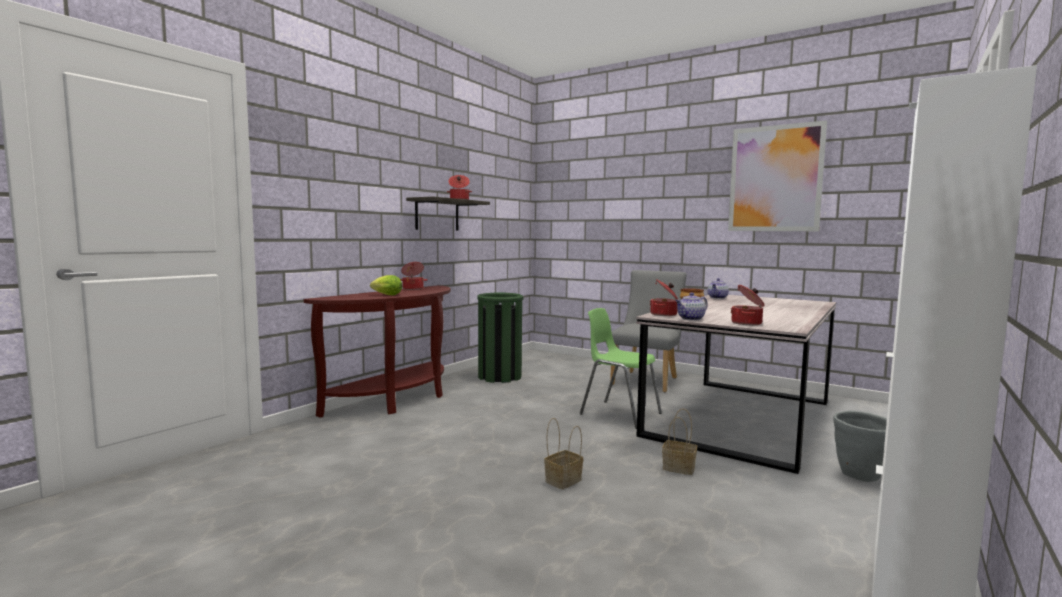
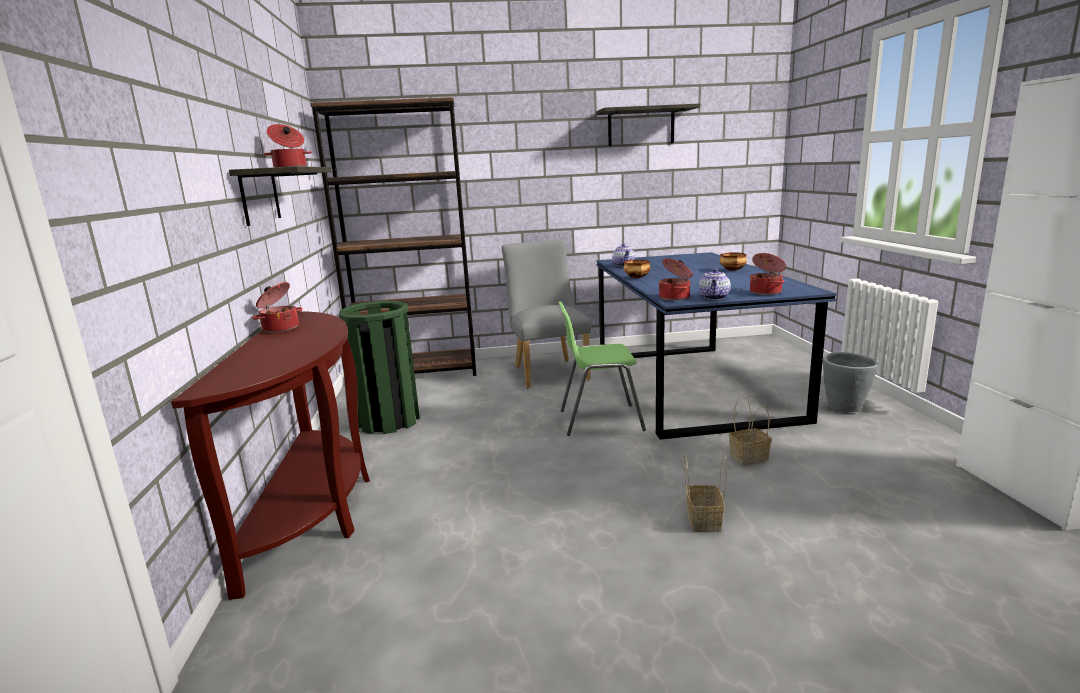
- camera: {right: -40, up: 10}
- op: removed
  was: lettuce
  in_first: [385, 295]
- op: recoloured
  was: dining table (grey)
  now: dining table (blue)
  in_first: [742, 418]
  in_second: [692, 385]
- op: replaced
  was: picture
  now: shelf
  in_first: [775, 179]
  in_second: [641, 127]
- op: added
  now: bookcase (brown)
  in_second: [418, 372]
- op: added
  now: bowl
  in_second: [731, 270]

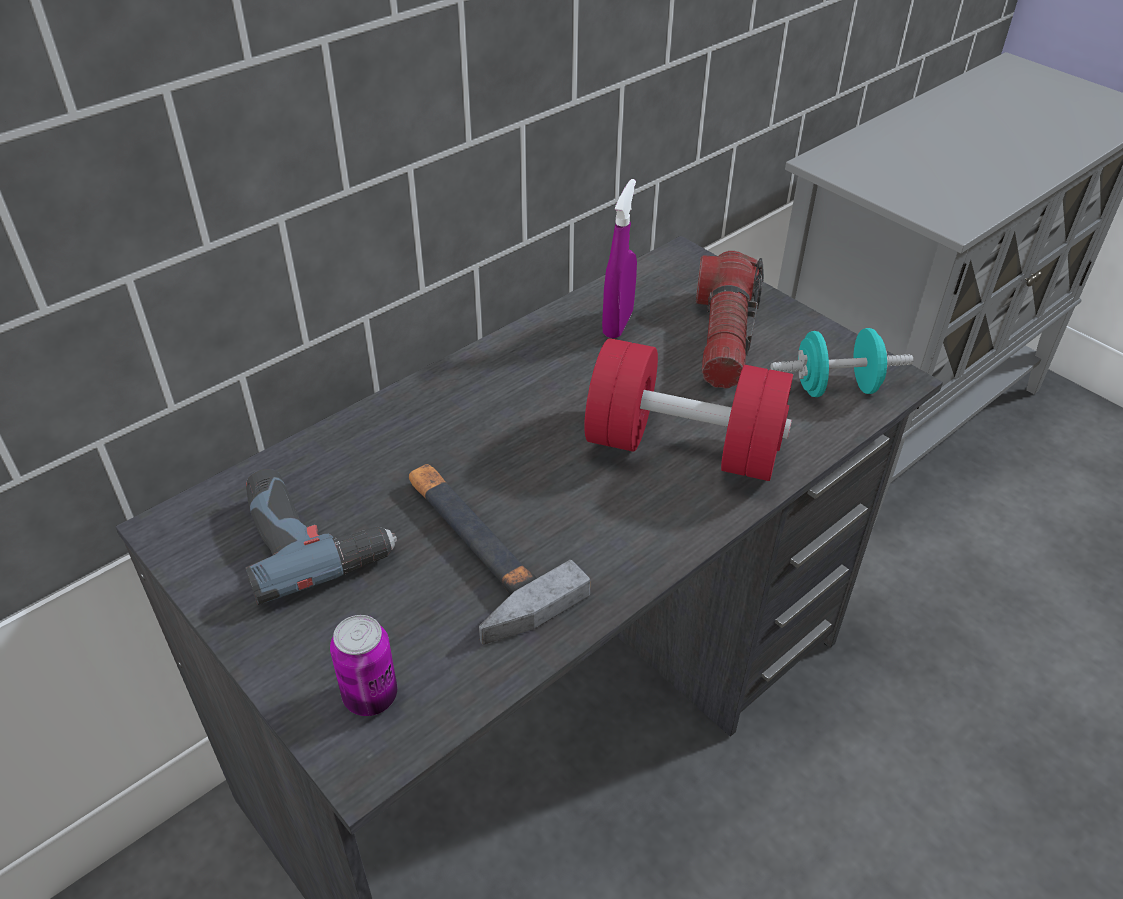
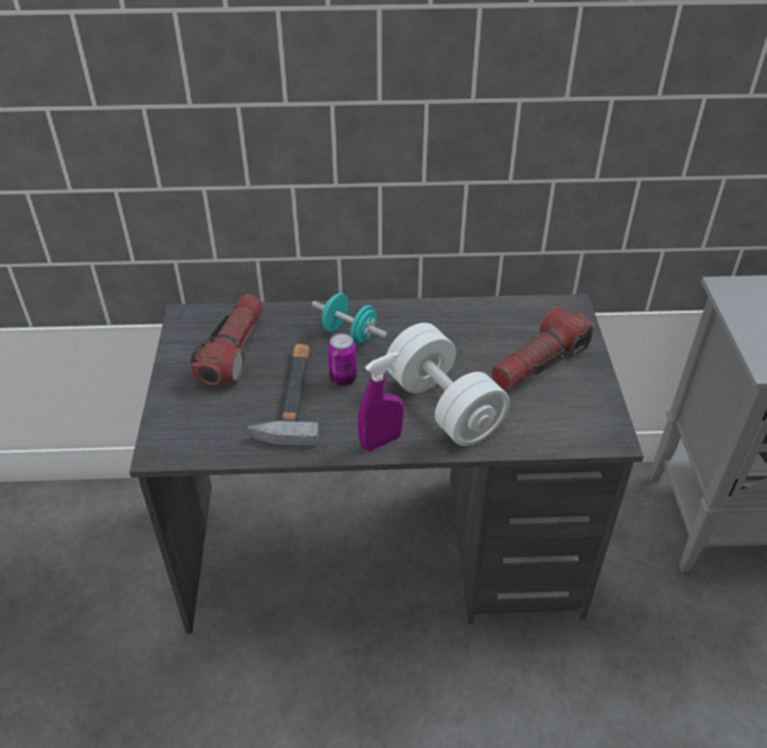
- camera: {right: 40, up: 0}
- op: replaced
  was: power drill
  now: flashlight
  in_first: [312, 536]
  in_second: [233, 351]
- op: moved
  was: can
  in_first: [370, 696]
  in_second: [343, 379]
- op: recoloured
  was: dumbbell (red)
  now: dumbbell (white)
  in_first: [683, 447]
  in_second: [443, 406]
- op: moved
  was: spray bottle (purple)
  in_first: [617, 324]
  in_second: [381, 441]
- op: moved
  was: dumbbell (turquoise)
  in_first: [835, 388]
  in_second: [349, 334]

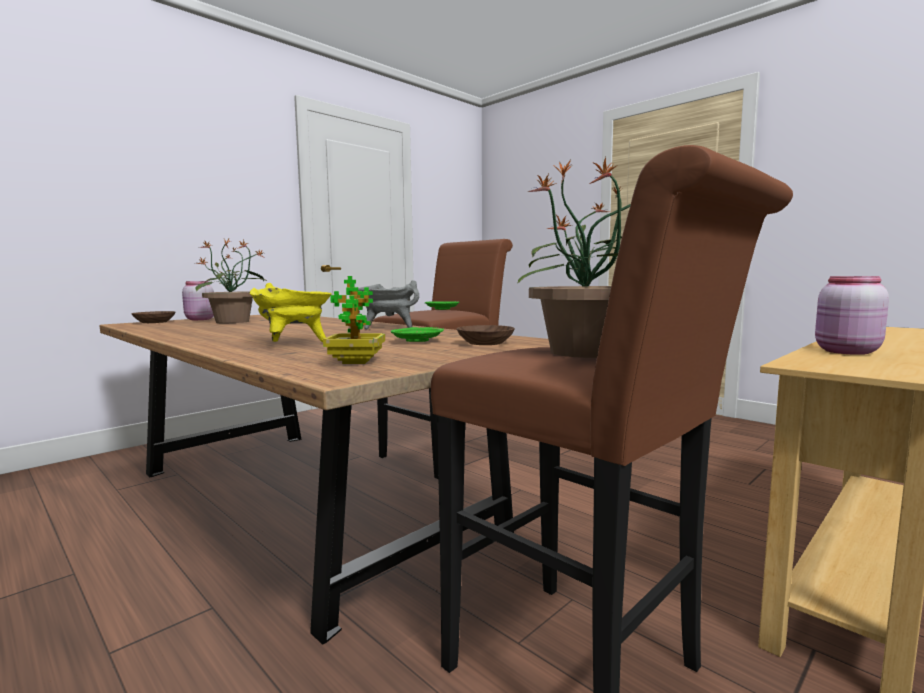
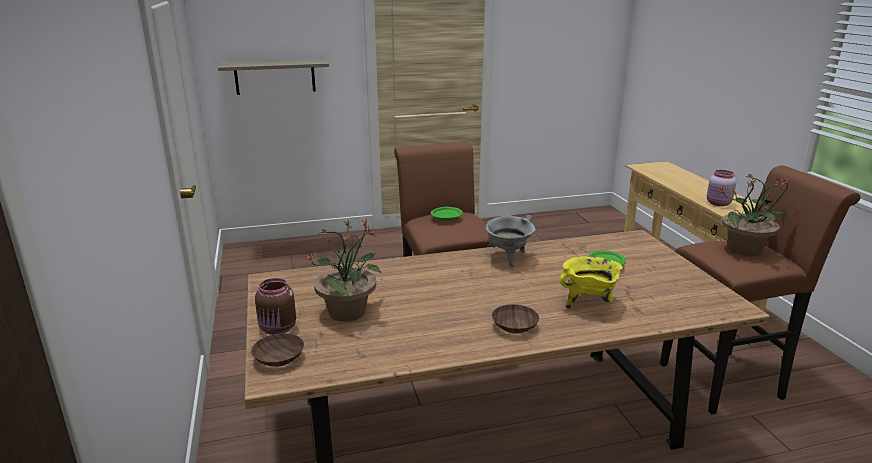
- camera: {right: -60, up: 15}
- op: recoloured
  was: jar (pink)
  now: jar (brown)
  in_first: [199, 319]
  in_second: [278, 329]
- op: removed
  was: potted plant
  in_first: [356, 362]
- op: moved
  was: bowl (brown)
  in_first: [484, 343]
  in_second: [515, 327]
- op: added
  now: shelf
  in_second: [275, 76]

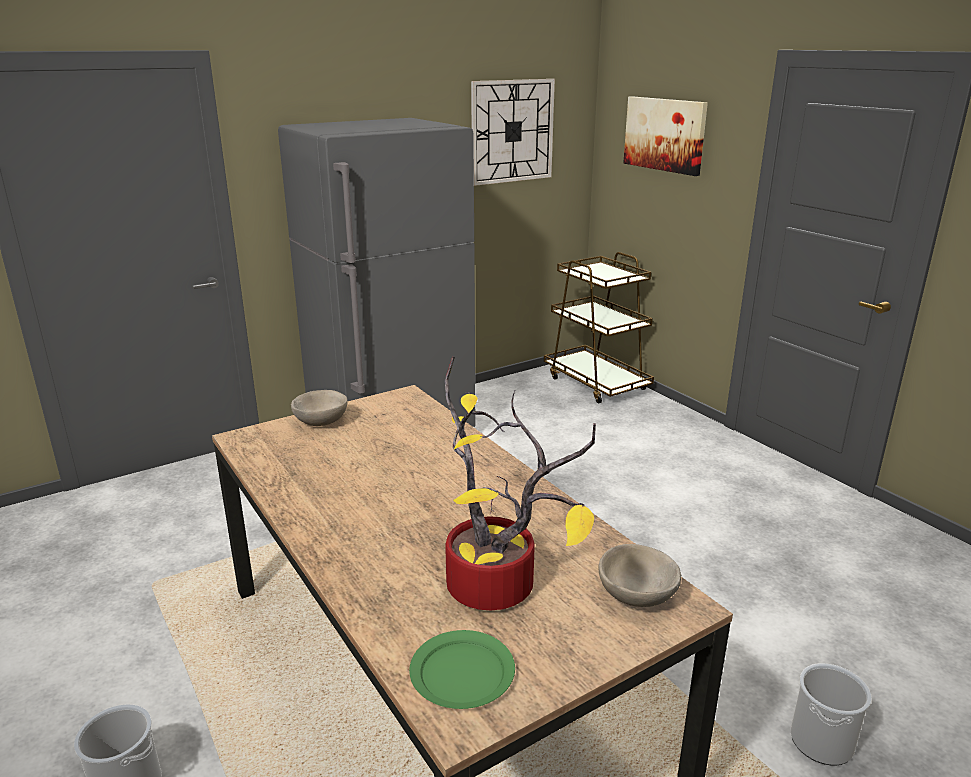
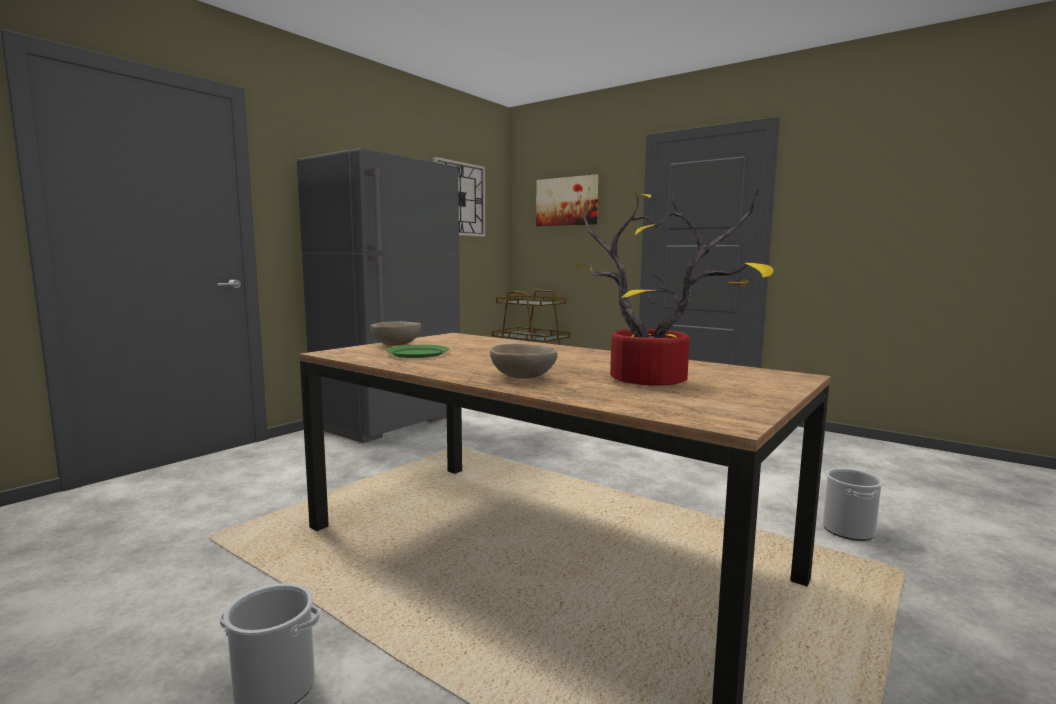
- camera: {right: -20, up: -15}
- op: moved
  was: plate (green)
  in_first: [461, 673]
  in_second: [417, 354]
- op: moved
  was: bowl (beige)
  in_first: [636, 596]
  in_second: [522, 377]

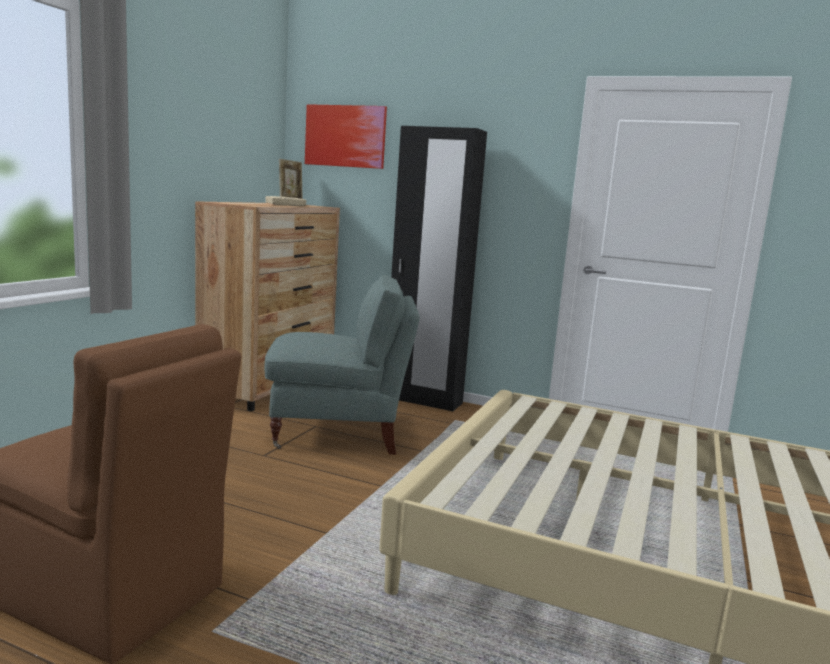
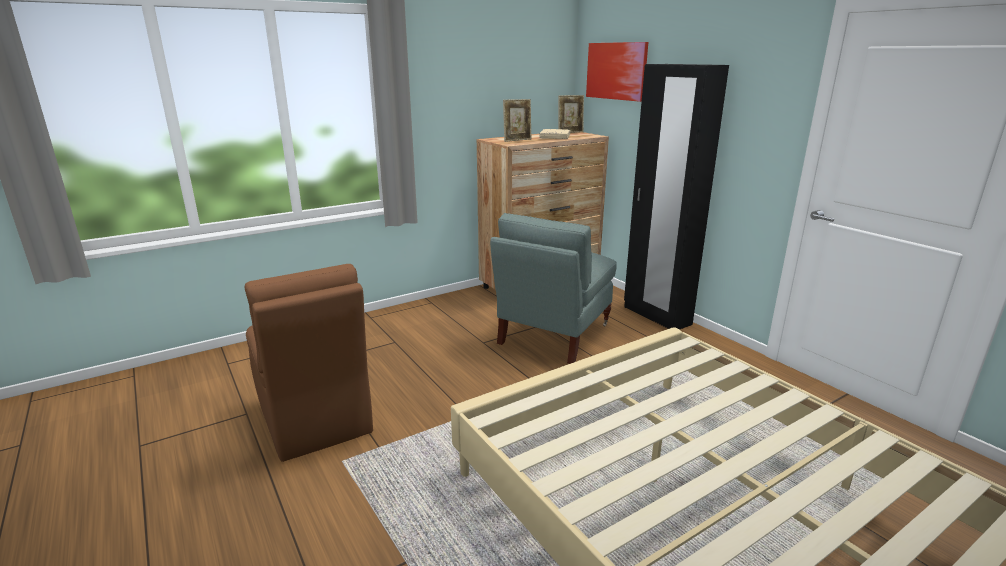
- camera: {right: 35, up: 10}
- op: turned
  was: armchair (grey)
  in_first: [338, 433]
  in_second: [554, 334]
  clockwise: 90
- op: added
  now: picture frame
  in_second: [517, 140]

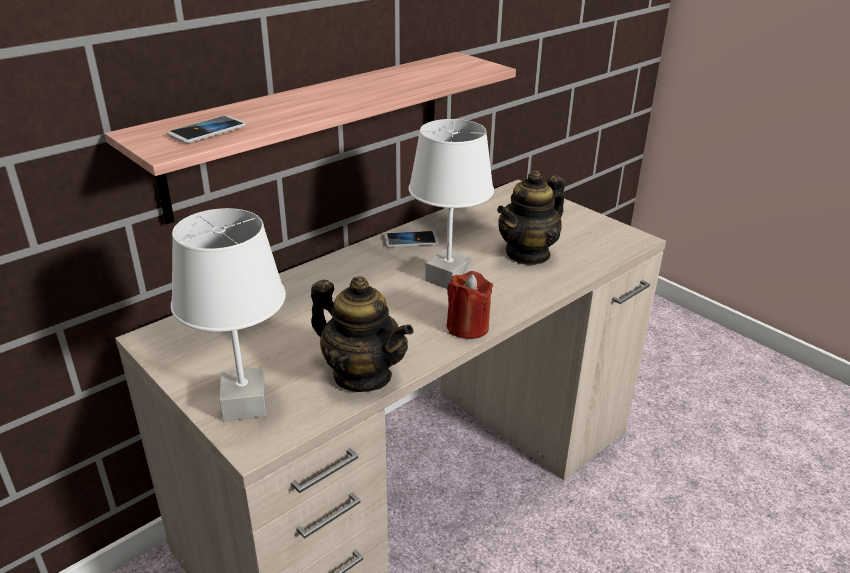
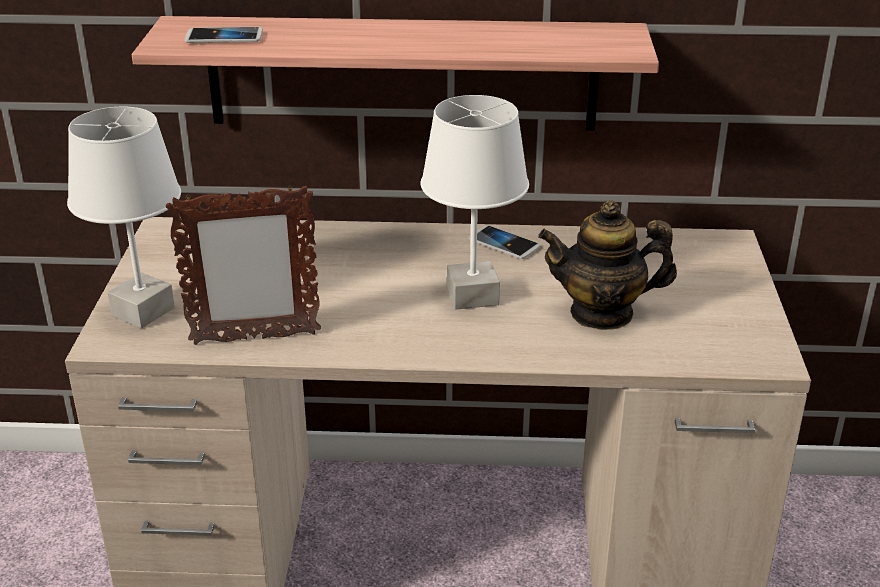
- camera: {right: 45, up: 0}
- op: replaced
  was: teapot
  now: picture frame
  in_first: [362, 375]
  in_second: [254, 338]
- op: removed
  was: candle (red)
  in_first: [467, 327]

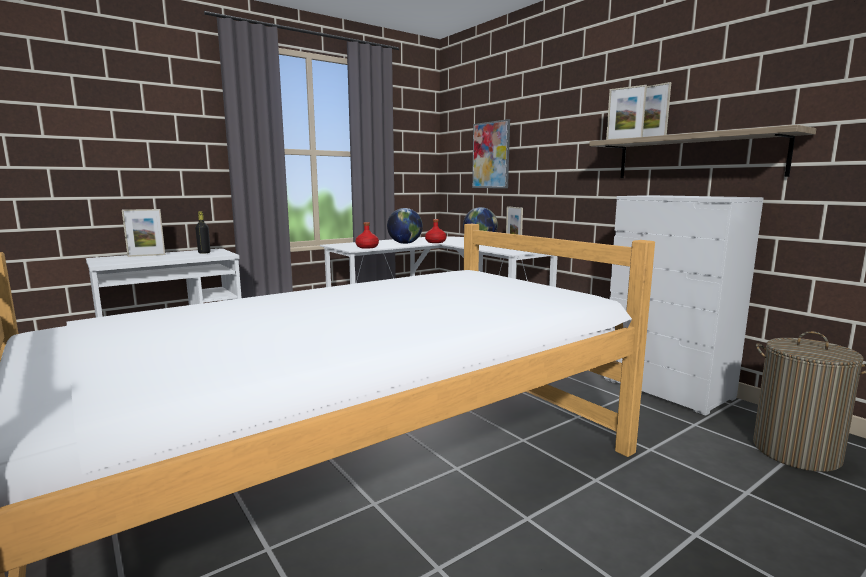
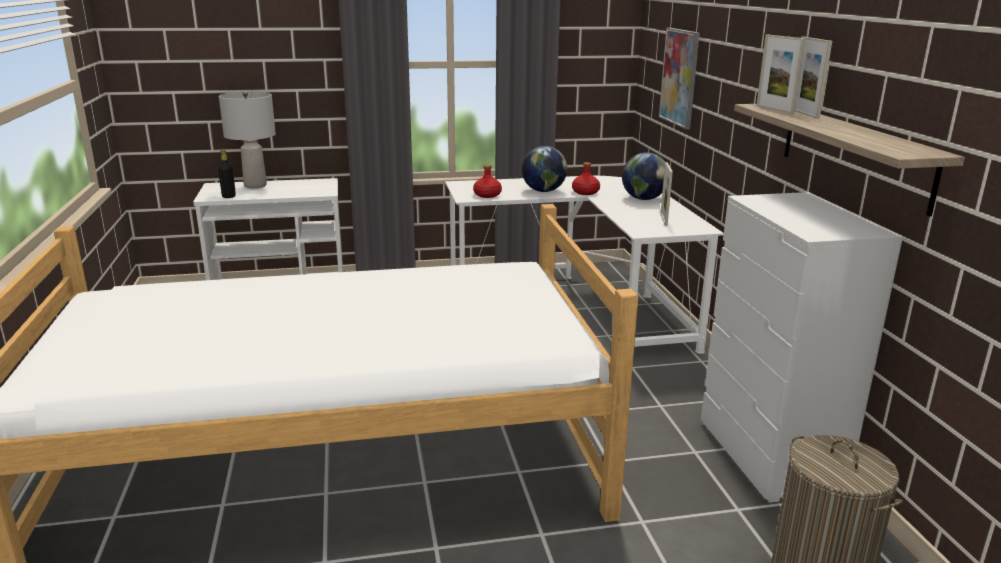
- camera: {right: 25, up: 10}
- op: replaced
  was: picture frame
  now: table lamp (grey)
  in_first: [146, 255]
  in_second: [256, 185]
- op: moved
  was: bottle (black)
  in_first: [204, 252]
  in_second: [229, 196]

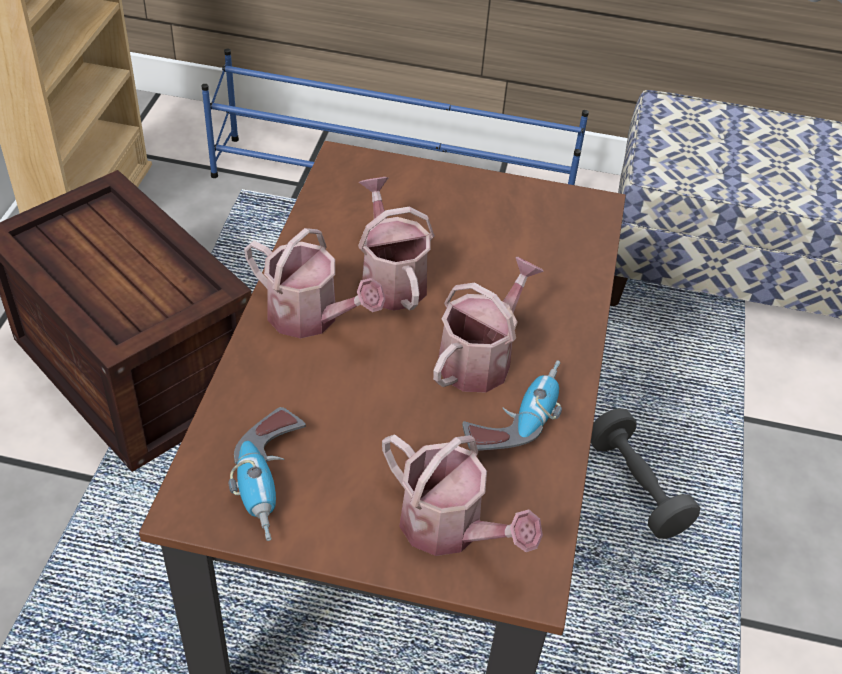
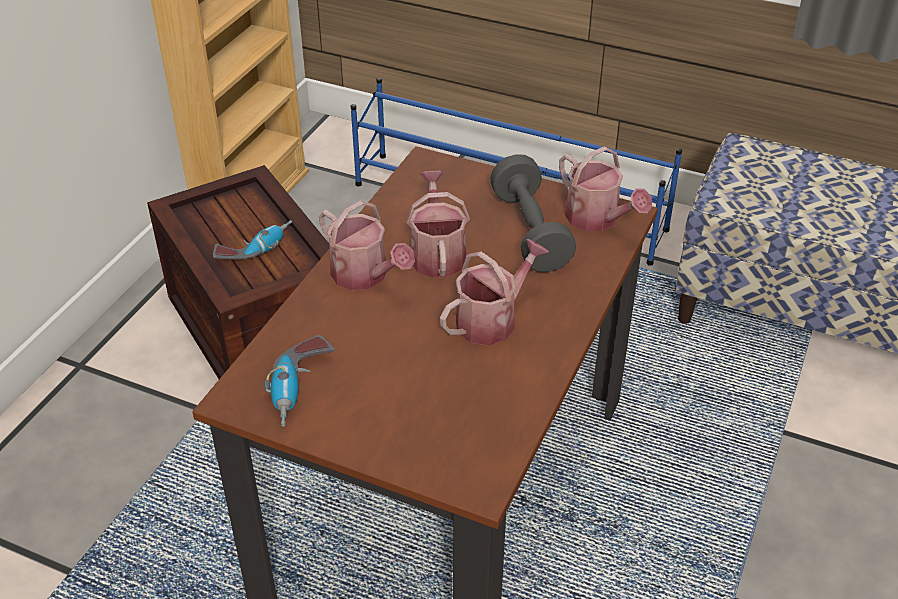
- camera: {right: 15, up: -5}
- op: moved
  was: watering can
  in_first: [450, 529]
  in_second: [597, 219]
- op: moved
  was: power drill
  in_first: [516, 417]
  in_second: [255, 248]
- op: moved
  was: dumbbell (grey)
  in_first: [636, 486]
  in_second: [530, 232]

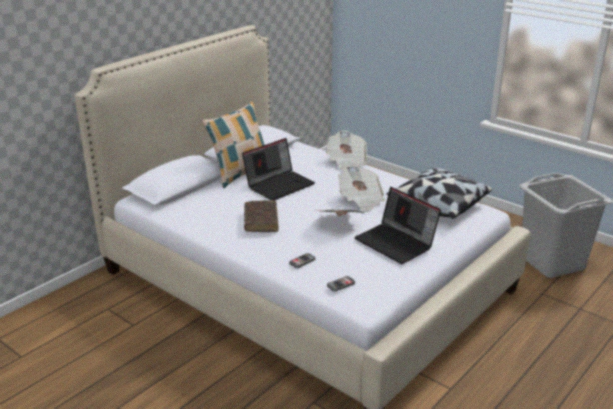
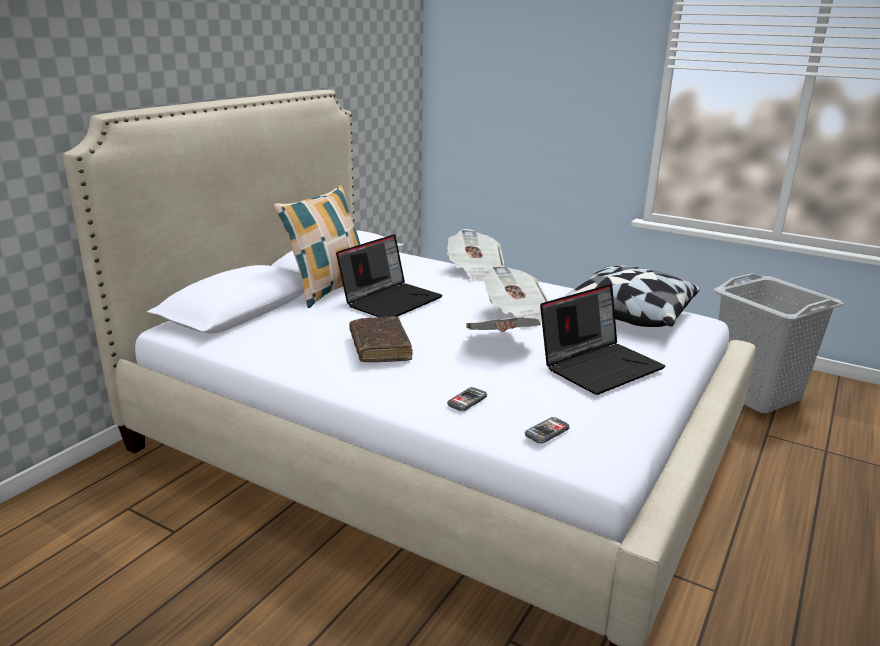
- camera: {right: -10, up: -5}
- op: turned
  was: laptop
  in_first: [396, 243]
  in_second: [600, 365]
  clockwise: -75

